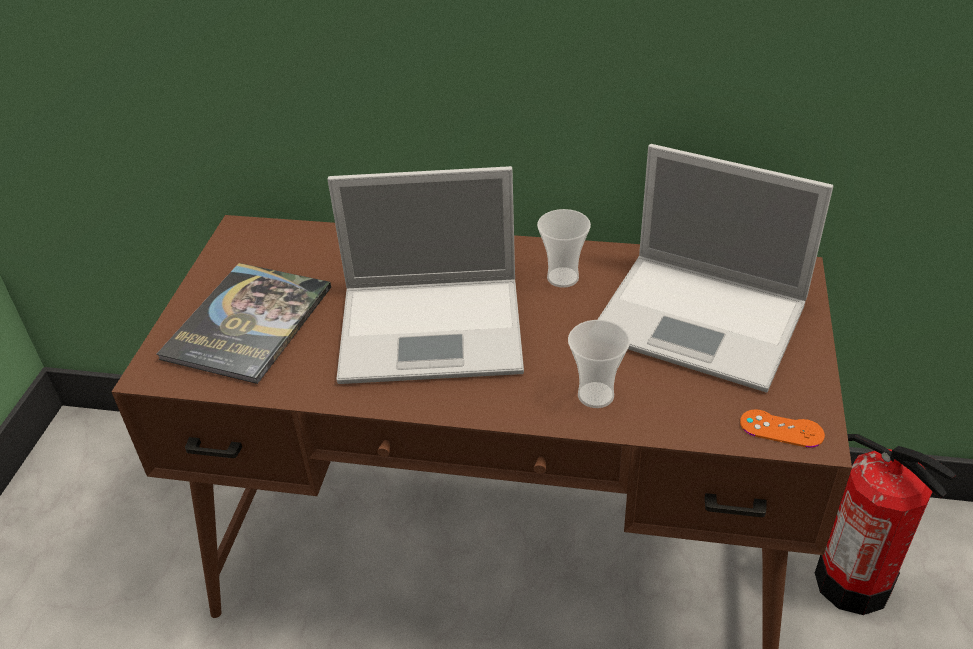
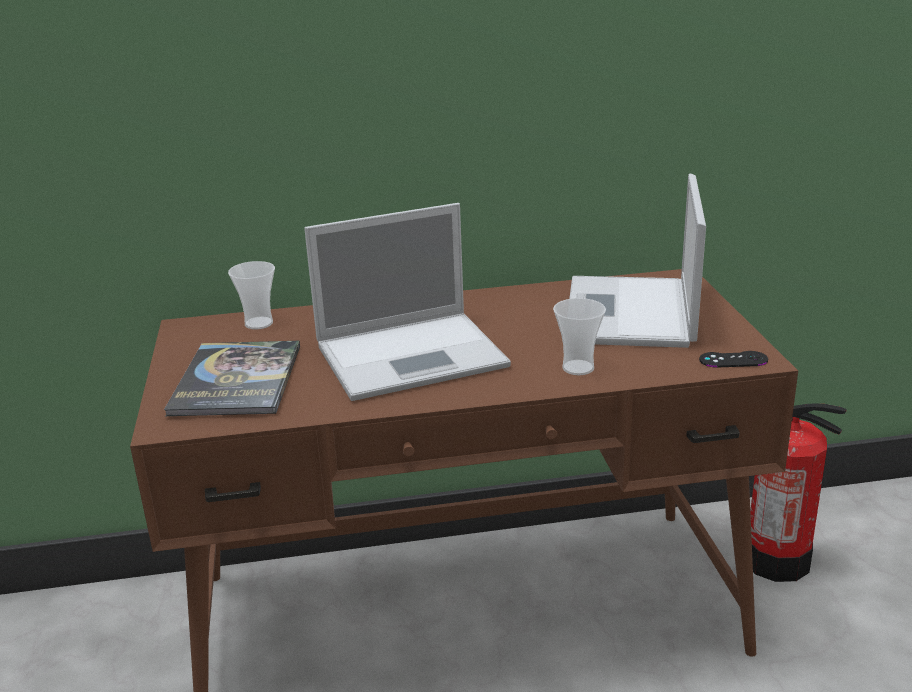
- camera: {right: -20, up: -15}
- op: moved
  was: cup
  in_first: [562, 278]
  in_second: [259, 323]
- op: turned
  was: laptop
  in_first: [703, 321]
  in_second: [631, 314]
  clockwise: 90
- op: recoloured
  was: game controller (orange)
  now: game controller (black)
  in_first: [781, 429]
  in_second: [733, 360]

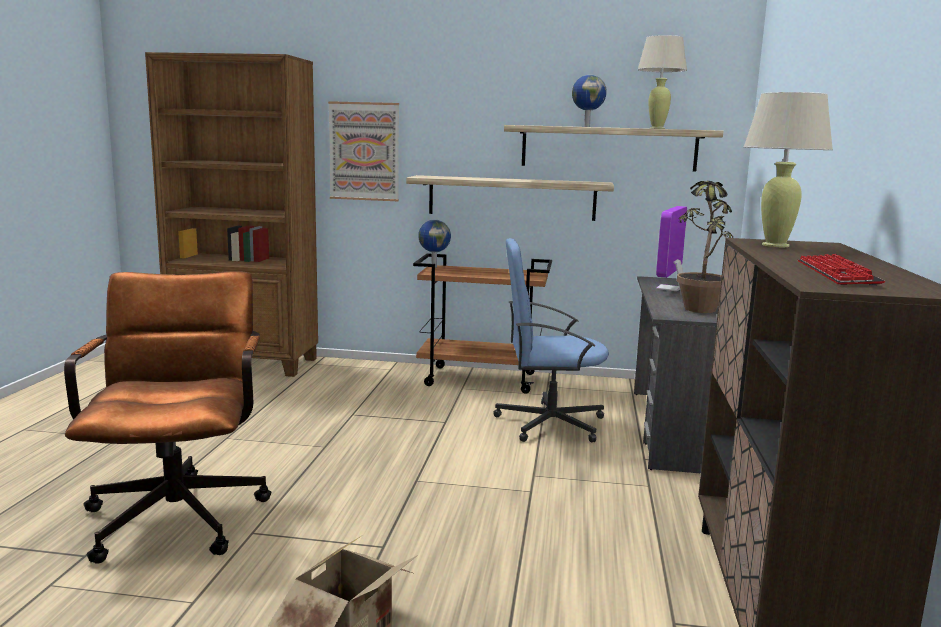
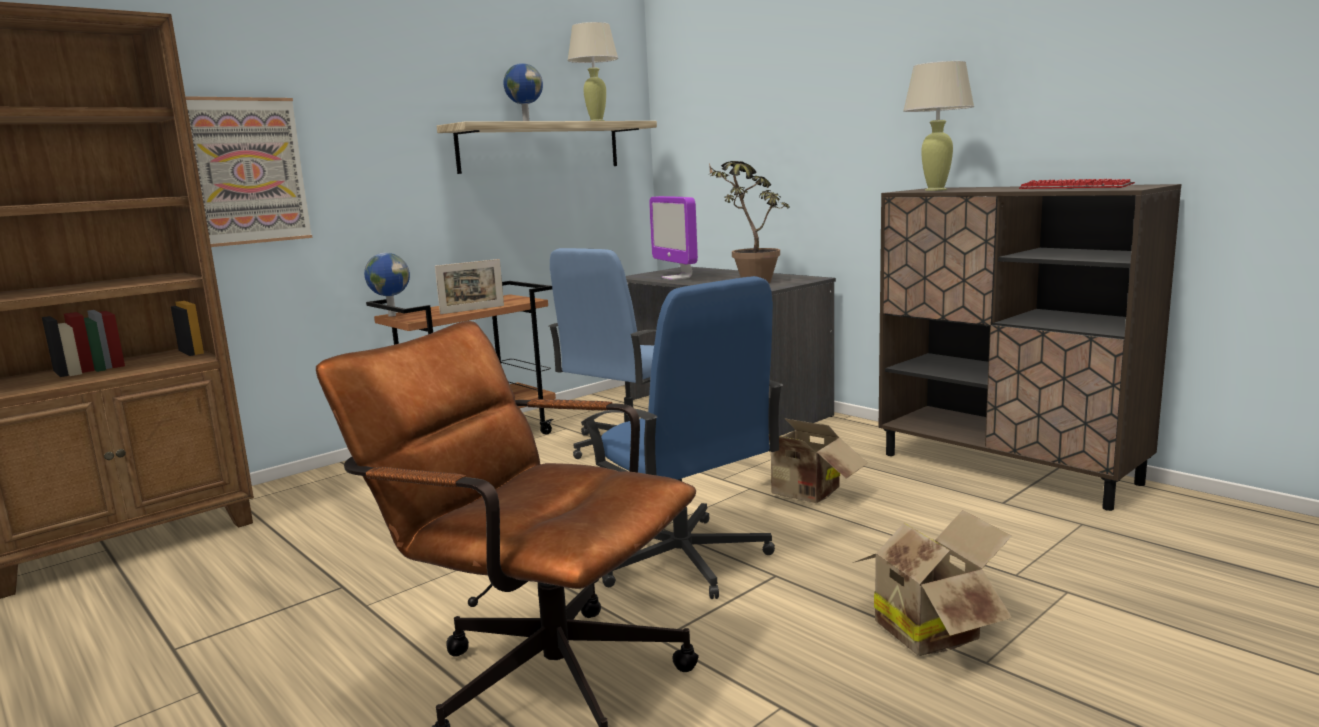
- camera: {right: -50, up: 0}
- op: removed
  was: shelf
  in_first: [511, 198]
- op: added
  now: picture frame
  in_second: [472, 310]
- op: added
  now: office chair (blue)
  in_second: [683, 559]
- op: added
  now: cardboard box
  in_second: [804, 494]

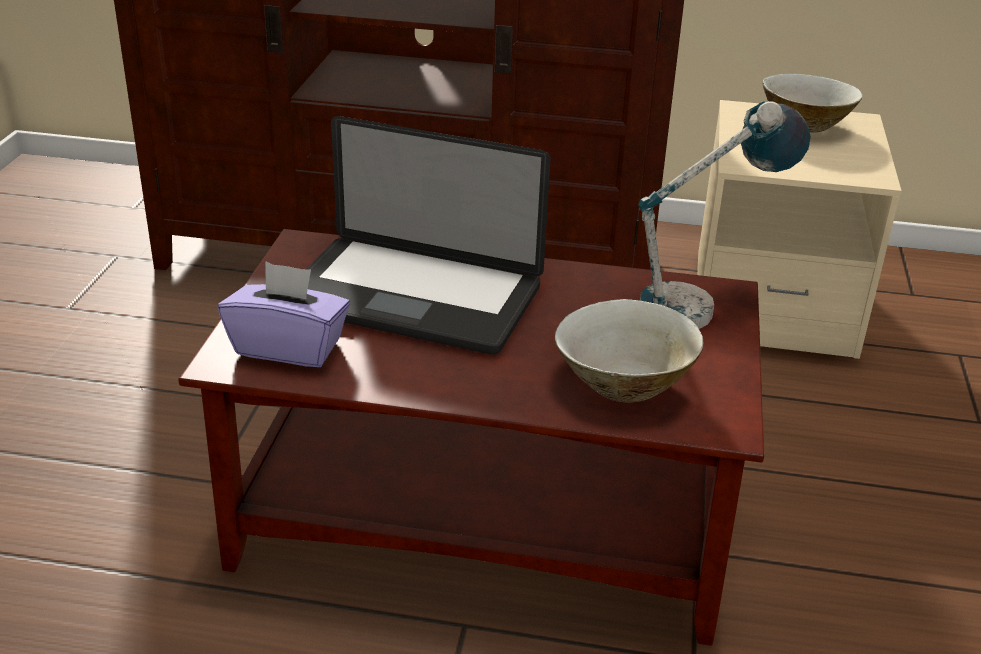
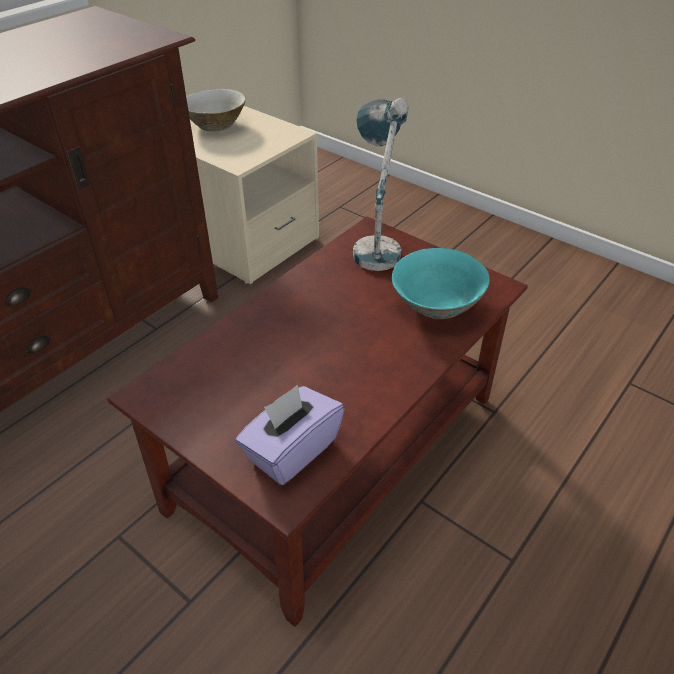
- camera: {right: -60, up: 10}
- op: removed
  was: laptop
  in_first: [413, 298]
- op: recoloured
  was: bowl (beige)
  now: bowl (turquoise)
  in_first: [623, 382]
  in_second: [436, 305]

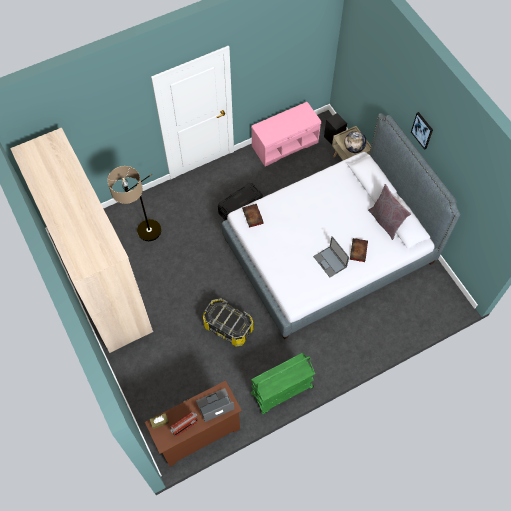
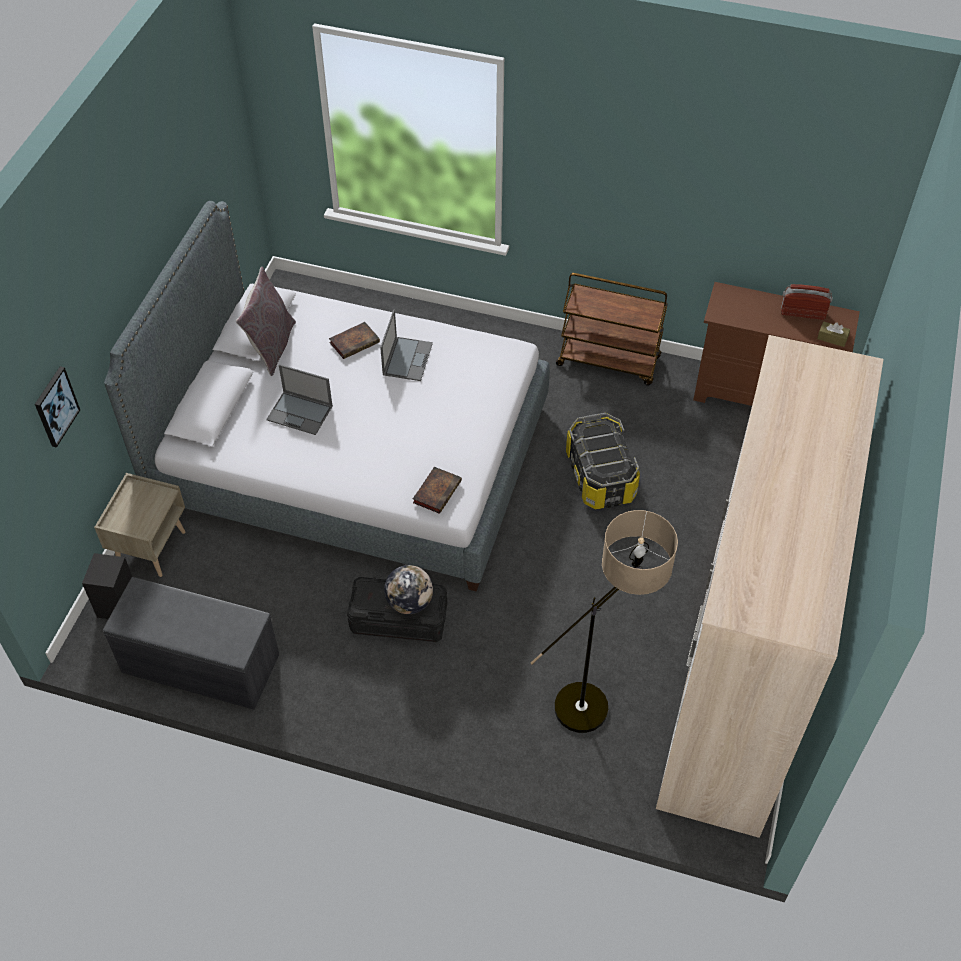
- camera: {right: -135, up: -10}
- op: moved
  was: laptop
  in_first: [214, 405]
  in_second: [300, 413]
- op: recoloured
  was: bench (pink)
  now: bench (grey)
  in_first: [285, 144]
  in_second: [198, 664]
- op: recoloured
  was: cart (green)
  now: cart (brown)
  in_first: [281, 391]
  in_second: [609, 361]
- op: moved
  was: globe
  in_first: [354, 148]
  in_second: [409, 602]
- op: moved
  was: picture
  in_first: [422, 130]
  in_second: [55, 406]

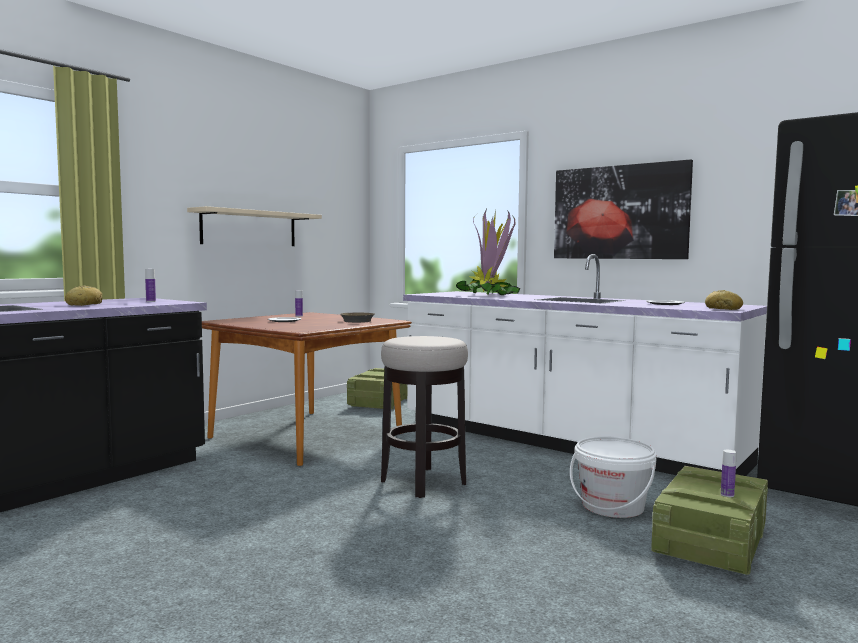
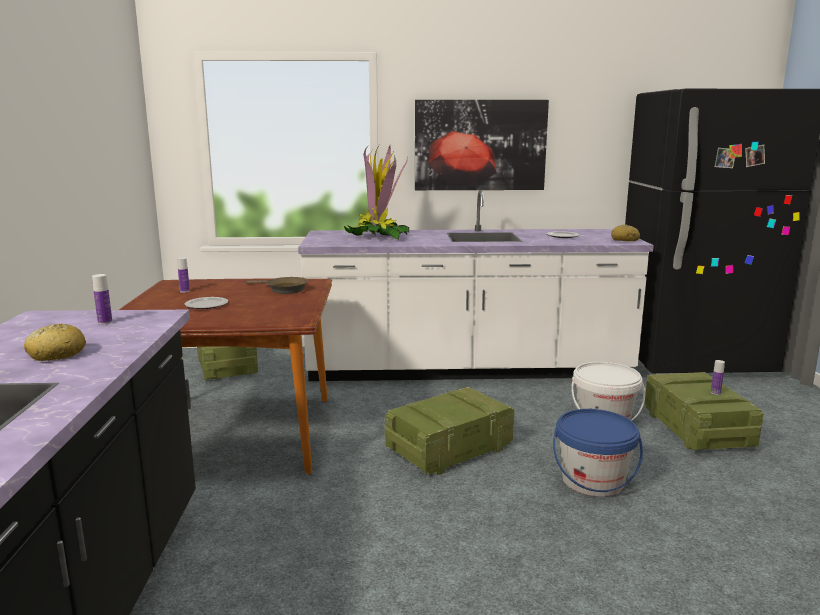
- camera: {right: -40, up: 10}
- op: removed
  was: shelf (beige)
  in_first: [249, 228]
- op: replaced
  was: stool
  now: crate
  in_first: [423, 482]
  in_second: [450, 448]
- op: added
  now: bucket (blue)
  in_second: [593, 481]

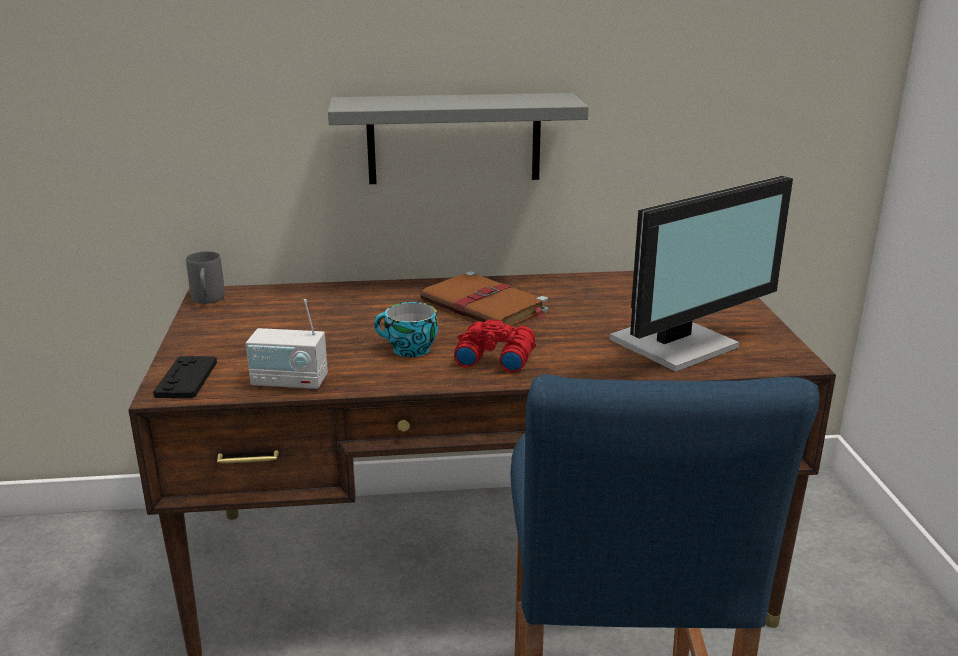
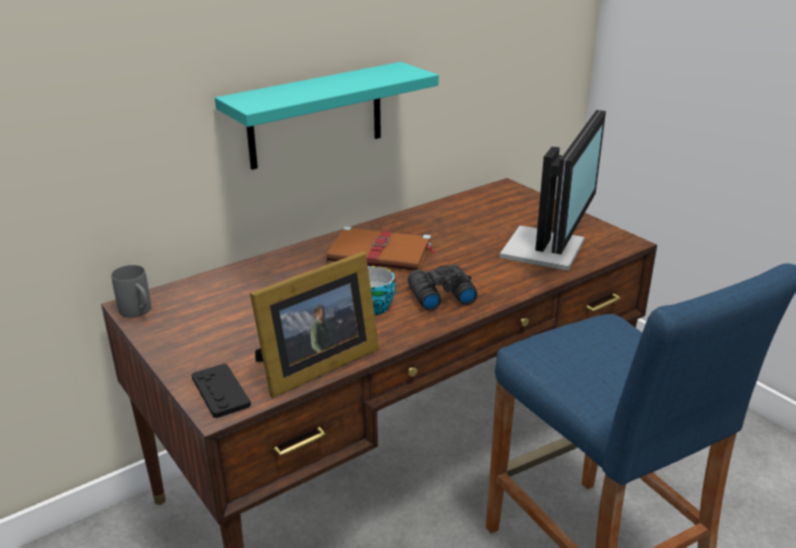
- camera: {right: -30, up: 5}
- op: replaced
  was: radio
  now: picture frame
  in_first: [289, 382]
  in_second: [313, 366]
- op: recoloured
  was: shelf (grey)
  now: shelf (turquoise)
  in_first: [454, 138]
  in_second: [316, 116]
- op: recoloured
  was: binoculars (red)
  now: binoculars (black)
  in_first: [494, 357]
  in_second: [439, 295]

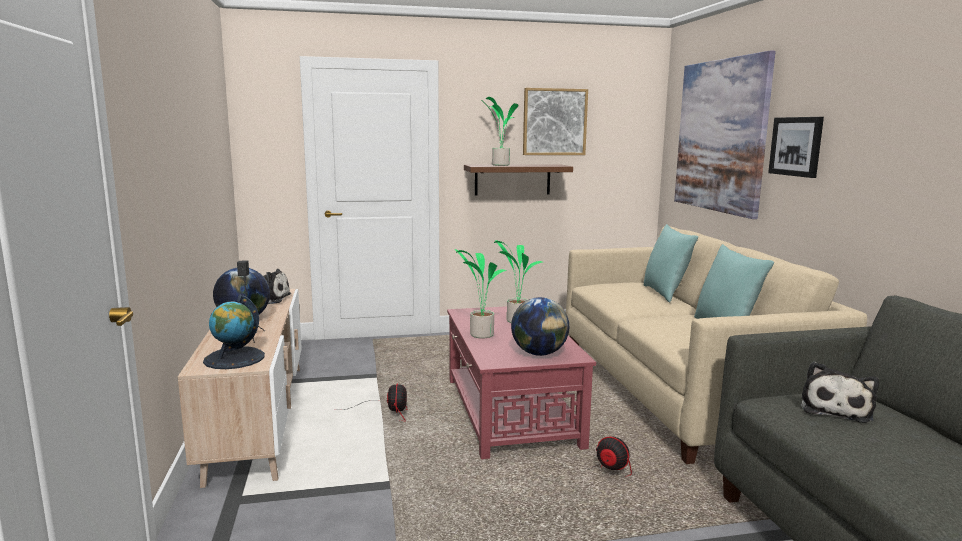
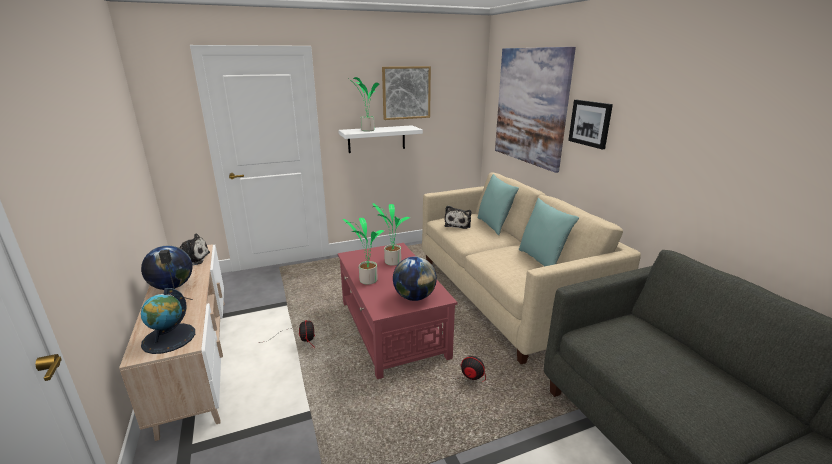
- camera: {right: -10, up: 10}
- op: recoloured
  was: shelf (brown)
  now: shelf (white)
  in_first: [512, 179]
  in_second: [376, 139]
- op: moved
  was: plush toy
  in_first: [836, 409]
  in_second: [458, 224]

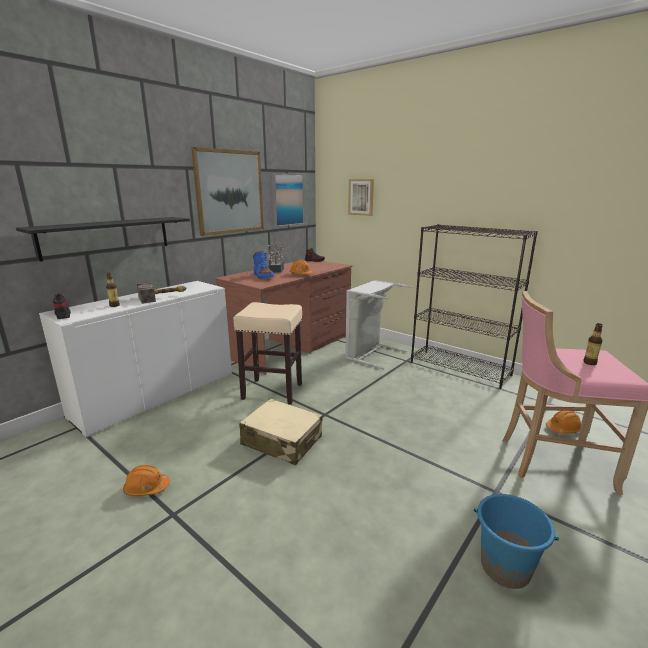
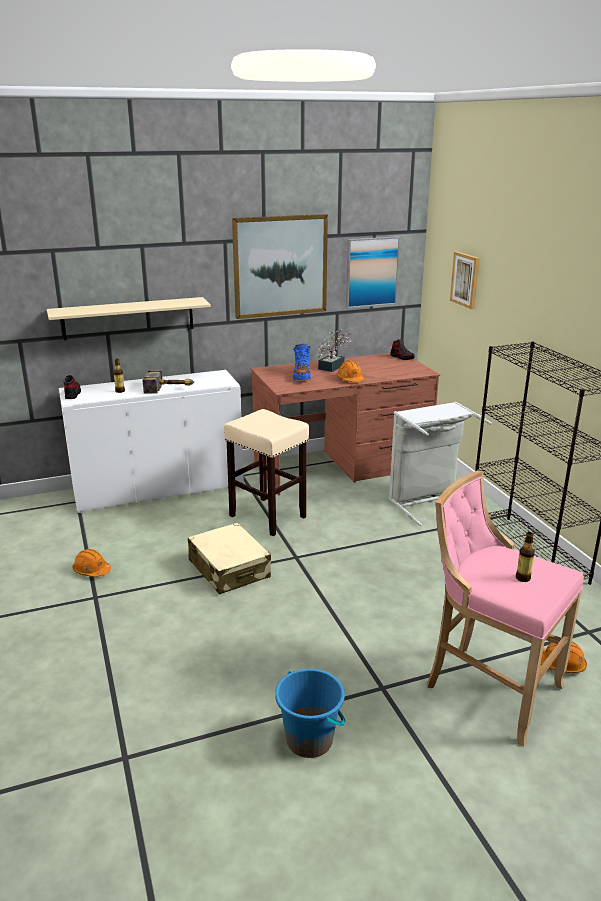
- camera: {right: 30, up: 5}
- op: recoloured
  was: shelf (black)
  now: shelf (beige)
  in_first: [107, 237]
  in_second: [128, 318]

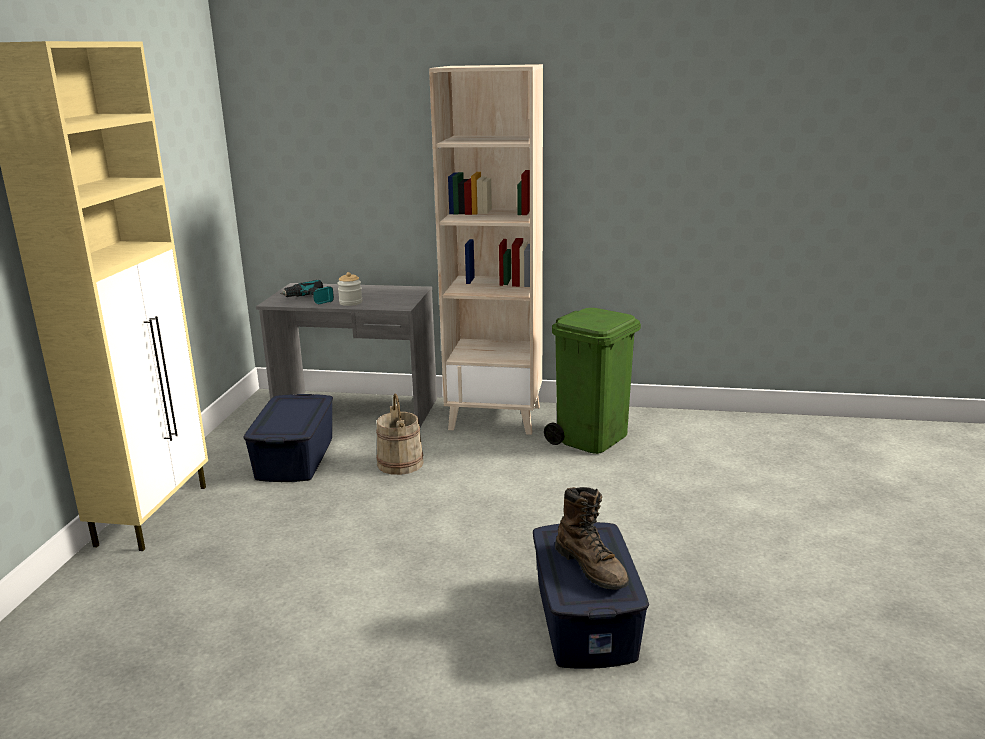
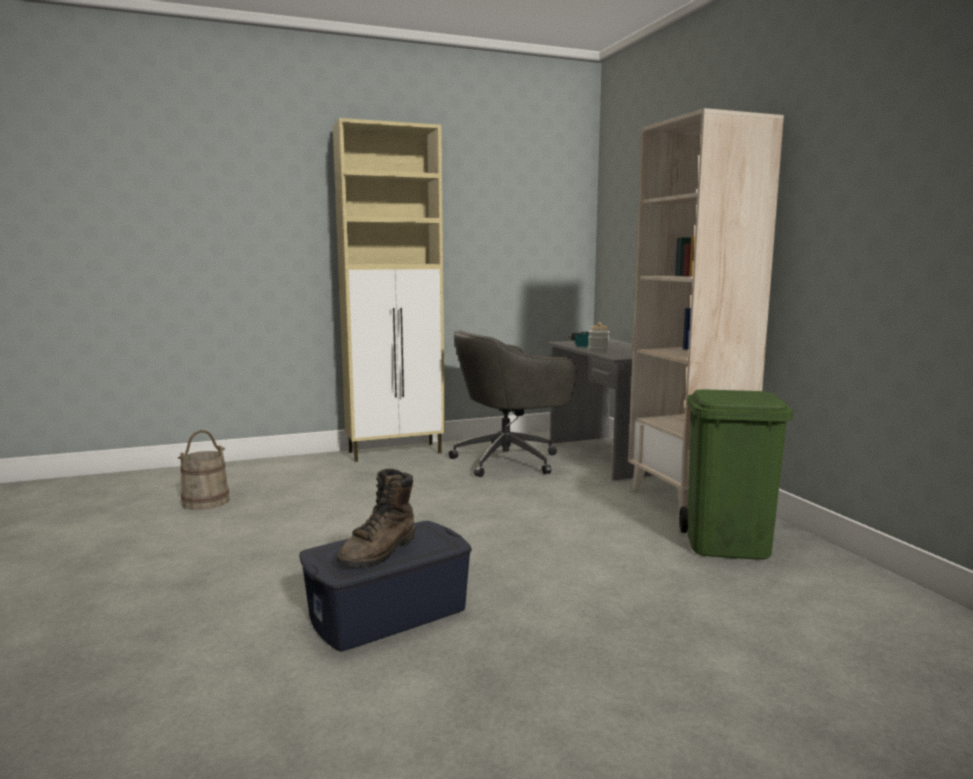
- camera: {right: 60, up: -10}
- op: replaced
  was: storage box (blue)
  now: office chair (grey)
  in_first: [294, 458]
  in_second: [509, 460]
- op: moved
  was: bucket (beige)
  in_first: [400, 463]
  in_second: [205, 501]

